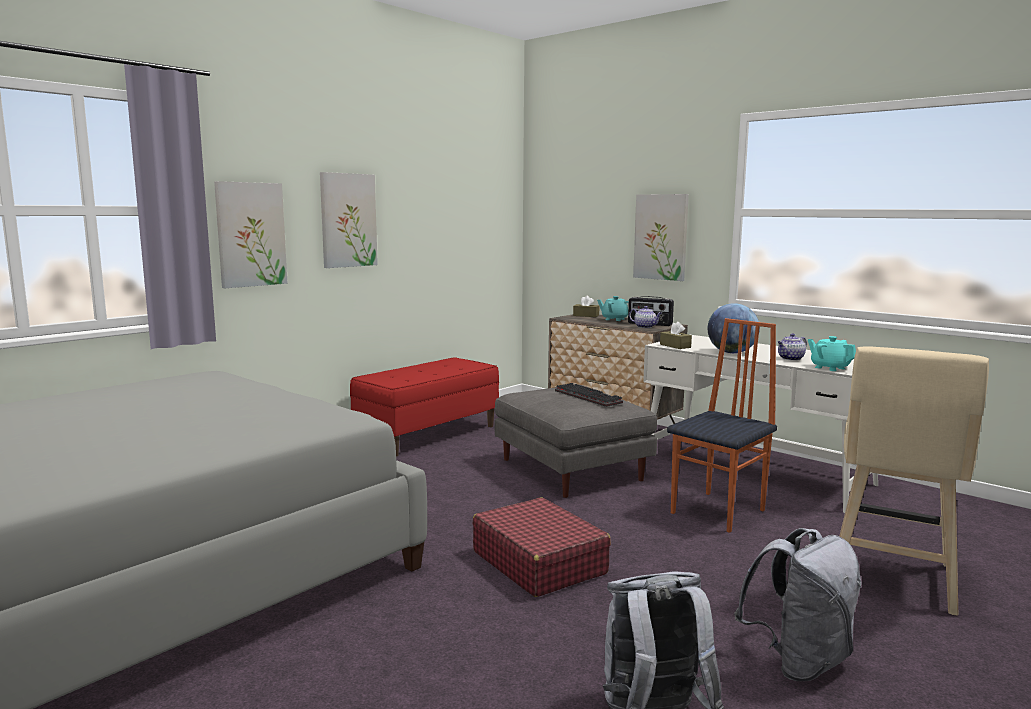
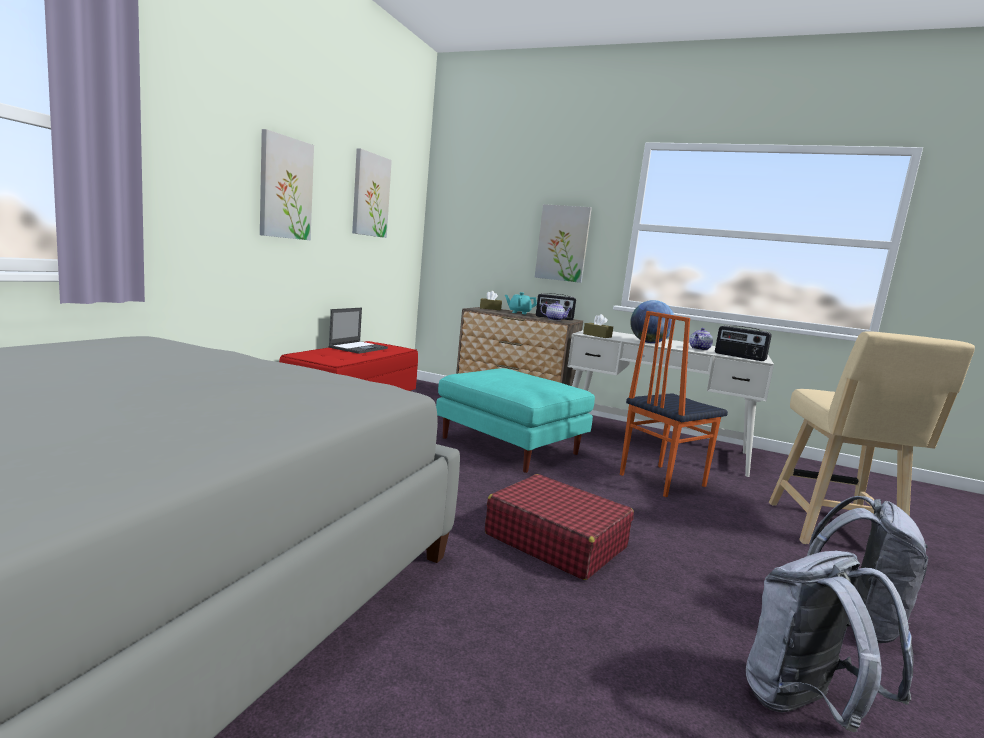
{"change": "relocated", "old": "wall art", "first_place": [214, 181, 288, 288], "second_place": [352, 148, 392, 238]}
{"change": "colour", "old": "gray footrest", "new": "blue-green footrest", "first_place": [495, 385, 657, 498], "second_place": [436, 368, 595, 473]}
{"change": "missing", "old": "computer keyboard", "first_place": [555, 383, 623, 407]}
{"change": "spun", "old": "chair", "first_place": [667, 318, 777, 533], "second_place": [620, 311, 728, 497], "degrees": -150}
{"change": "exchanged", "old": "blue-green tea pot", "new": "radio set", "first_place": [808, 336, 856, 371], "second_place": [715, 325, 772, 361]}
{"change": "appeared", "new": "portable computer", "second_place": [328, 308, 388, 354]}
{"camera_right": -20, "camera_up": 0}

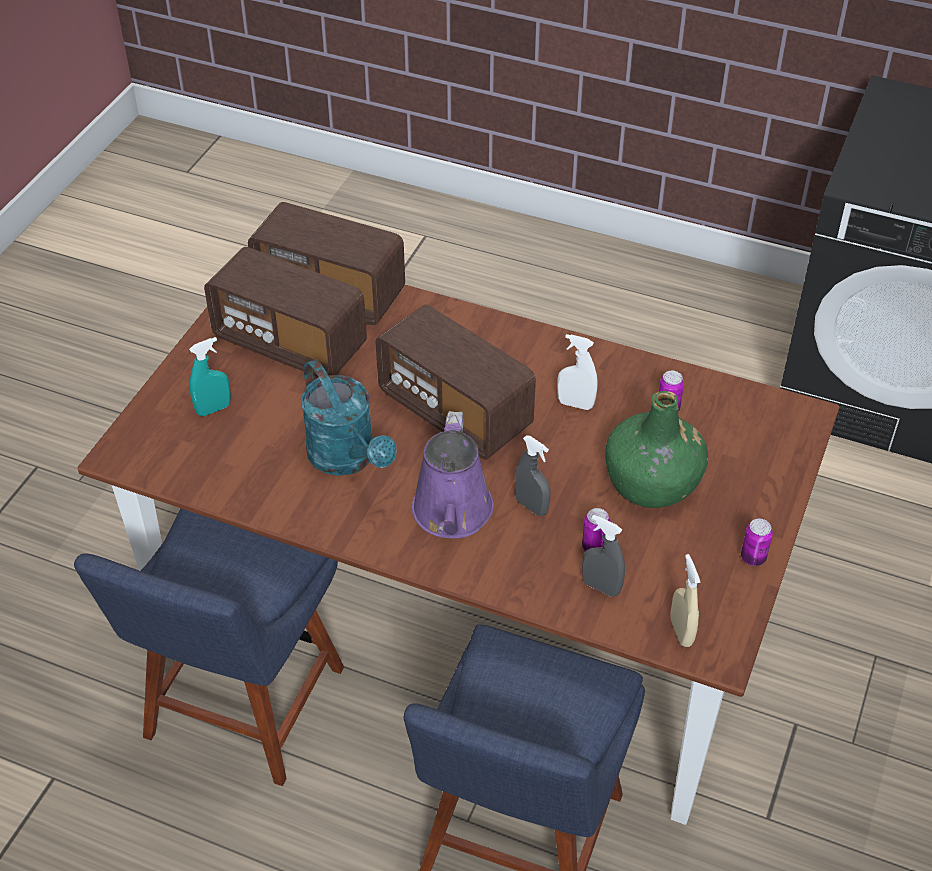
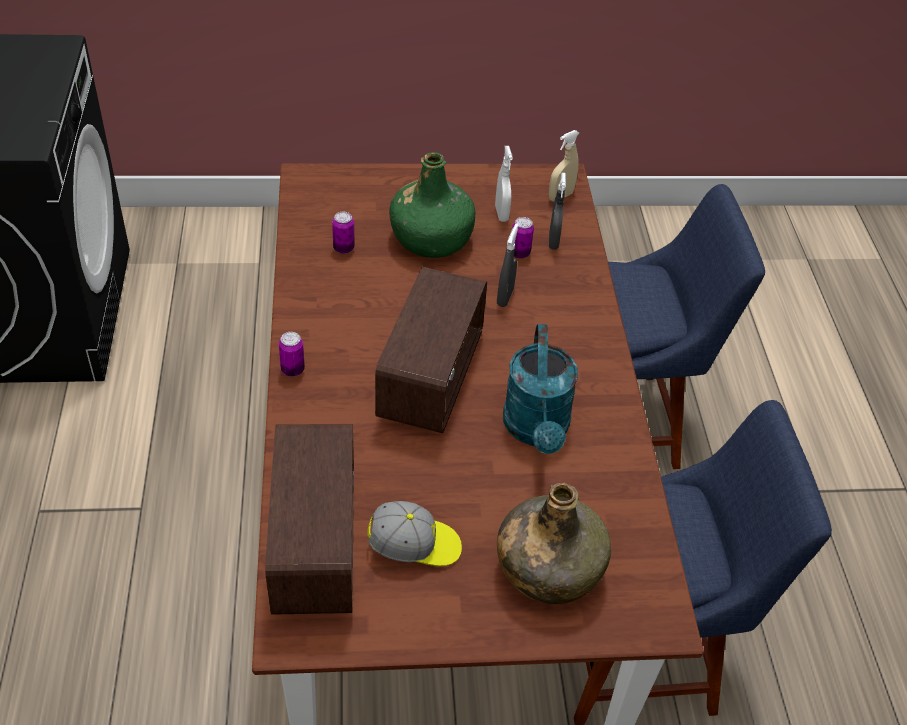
{"change": "exchanged", "old": "blue-green hand sprayer", "new": "green bottle", "first_place": [189, 337, 231, 416], "second_place": [497, 483, 611, 604]}
{"change": "exchanged", "old": "radio set", "new": "peaked cap", "first_place": [204, 247, 367, 378], "second_place": [367, 501, 462, 566]}
{"change": "spun", "old": "blue-green sprinkling can", "first_place": [301, 359, 397, 476], "second_place": [503, 324, 578, 454], "degrees": 150}
{"change": "missing", "old": "purplish sprinkling can", "first_place": [412, 411, 494, 539]}
{"change": "relocated", "old": "whitish hand sprayer", "first_place": [557, 334, 598, 410], "second_place": [495, 146, 513, 222]}
{"change": "relocated", "old": "can", "first_place": [741, 519, 773, 566], "second_place": [279, 332, 305, 377]}
{"camera_right": -120, "camera_up": 0}

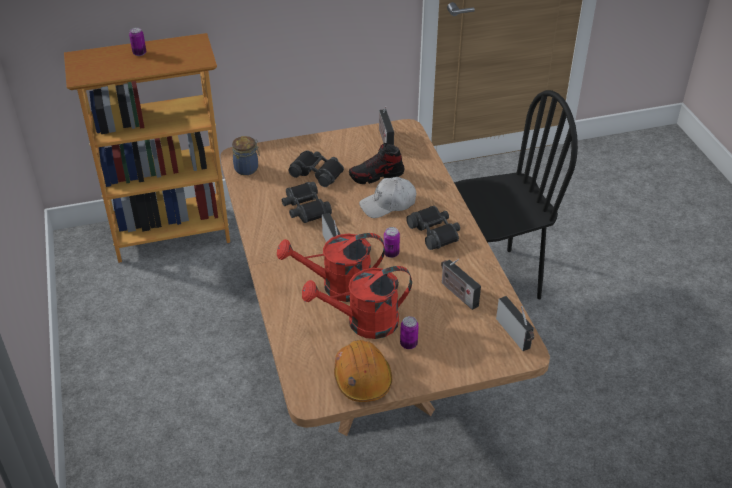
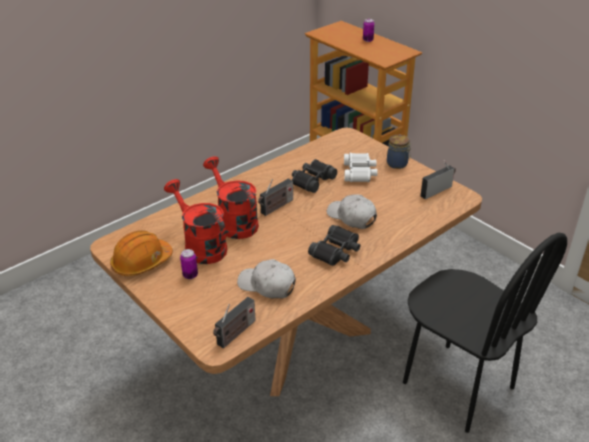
{"change": "relocated", "old": "preserve jar", "first_place": [232, 136, 260, 175], "second_place": [387, 135, 411, 169]}
{"change": "colour", "old": "black-coloured field glasses", "new": "whitish field glasses", "first_place": [289, 150, 344, 187], "second_place": [344, 153, 377, 182]}
{"change": "missing", "old": "shoe", "first_place": [349, 143, 404, 184]}
{"change": "missing", "old": "can", "first_place": [384, 227, 400, 258]}
{"change": "exchanged", "old": "radio set", "new": "whitish peaked cap", "first_place": [441, 259, 481, 310], "second_place": [237, 259, 296, 298]}
{"camera_right": 65, "camera_up": -5}

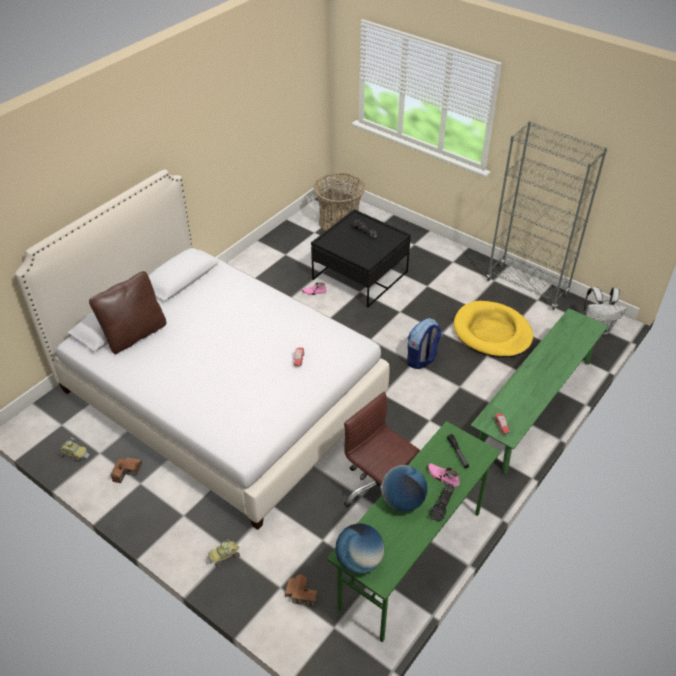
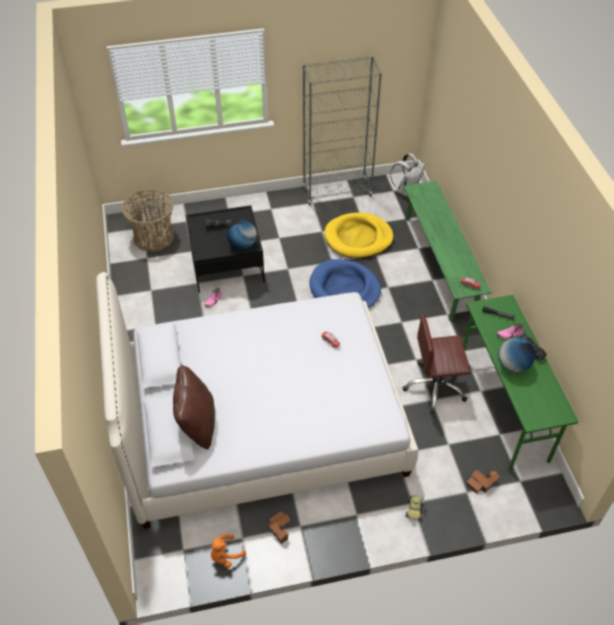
{"change": "exchanged", "old": "toy car", "new": "orange-coloured soft toy", "first_place": [59, 437, 89, 462], "second_place": [209, 534, 246, 568]}
{"change": "relocated", "old": "world globe", "first_place": [335, 523, 384, 574], "second_place": [227, 220, 257, 250]}
{"change": "exchanged", "old": "backpack", "new": "blue-coloured dog bed", "first_place": [407, 318, 442, 369], "second_place": [309, 259, 381, 308]}
{"camera_right": -50, "camera_up": 5}

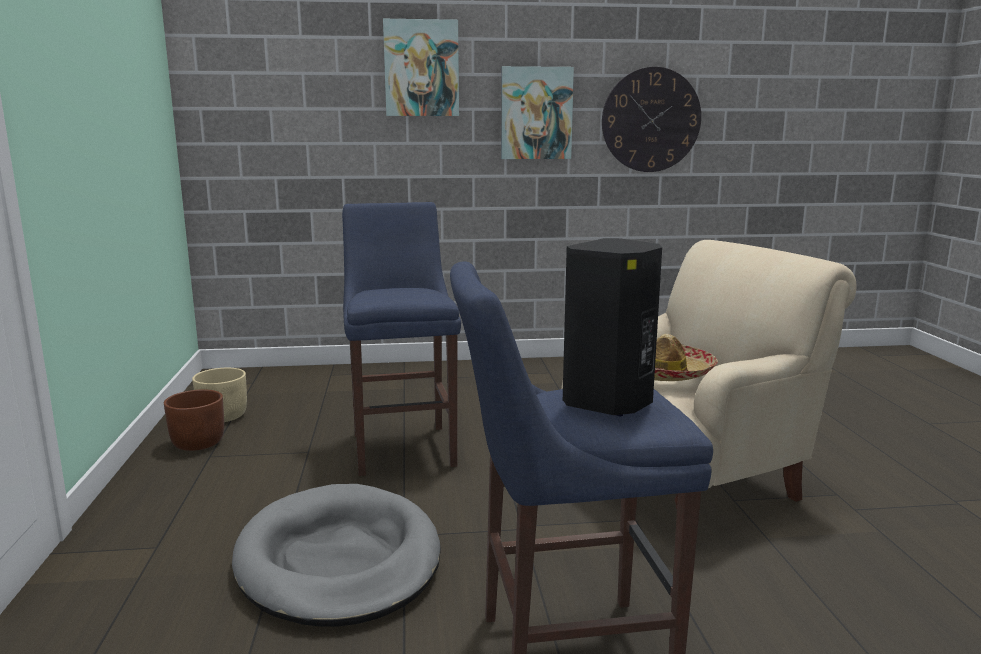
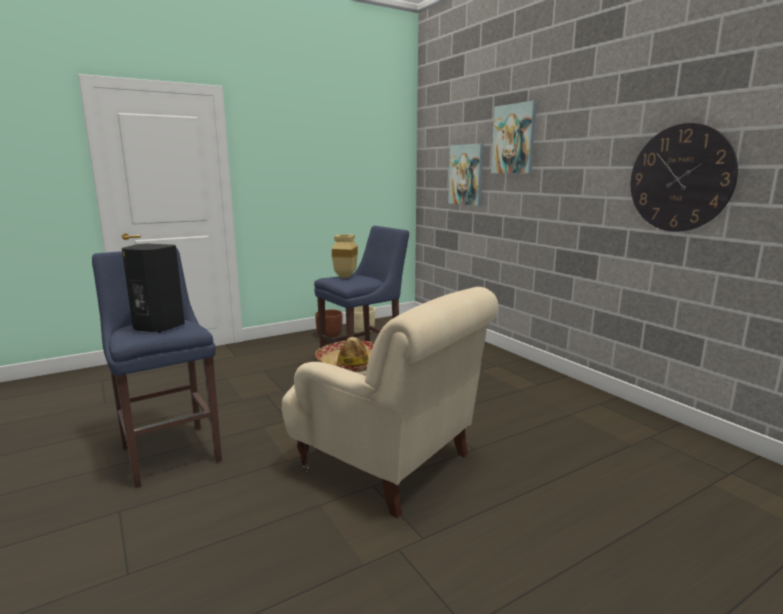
{"change": "missing", "old": "gray dog bed", "first_place": [232, 484, 441, 626]}
{"change": "relocated", "old": "wall art", "first_place": [501, 66, 574, 159], "second_place": [448, 144, 484, 206]}
{"change": "appeared", "new": "beige-coloured flower vase", "second_place": [332, 234, 358, 278]}
{"camera_right": 65, "camera_up": 0}

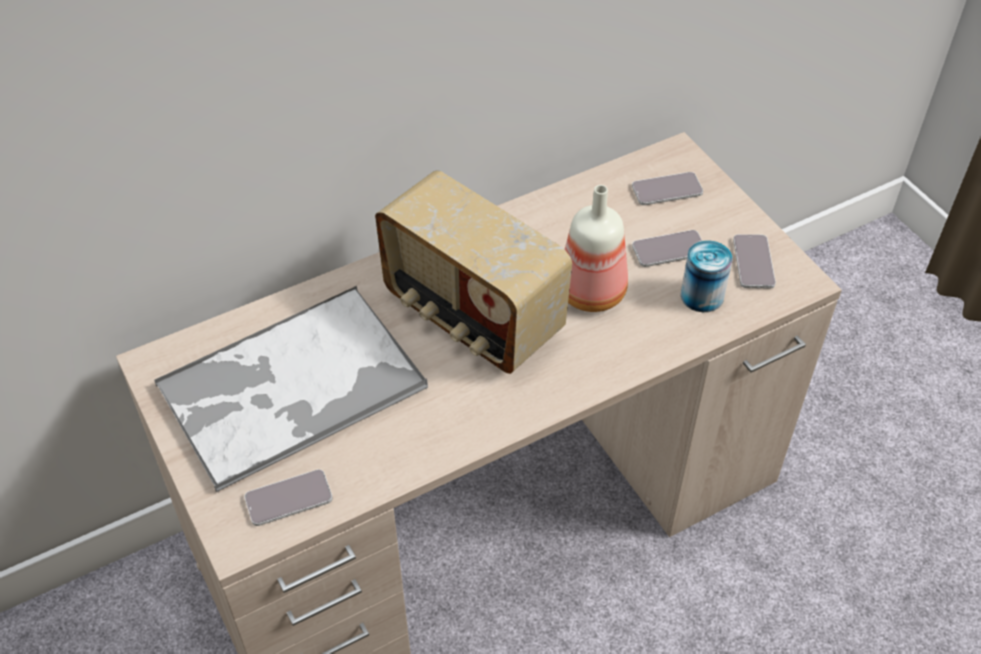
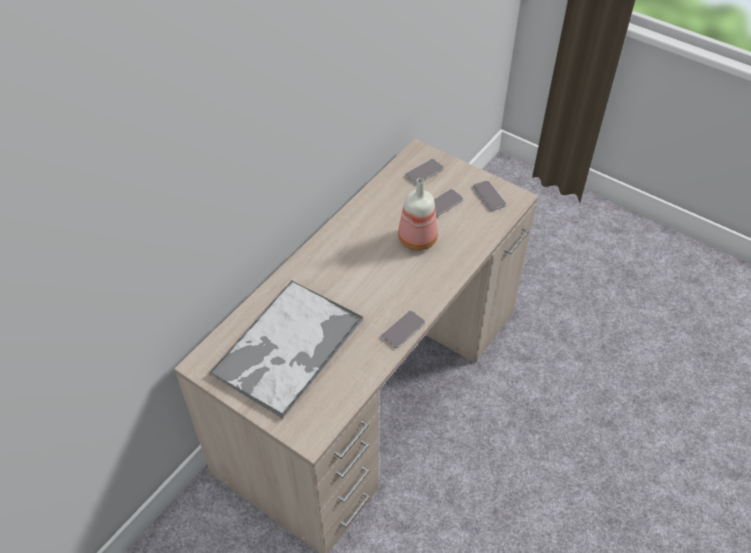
{"change": "relocated", "old": "telephone", "first_place": [244, 469, 332, 526], "second_place": [381, 311, 425, 348]}
{"change": "missing", "old": "radio set", "first_place": [375, 171, 572, 374]}
{"change": "missing", "old": "can", "first_place": [680, 240, 733, 312]}
{"camera_right": -25, "camera_up": 0}

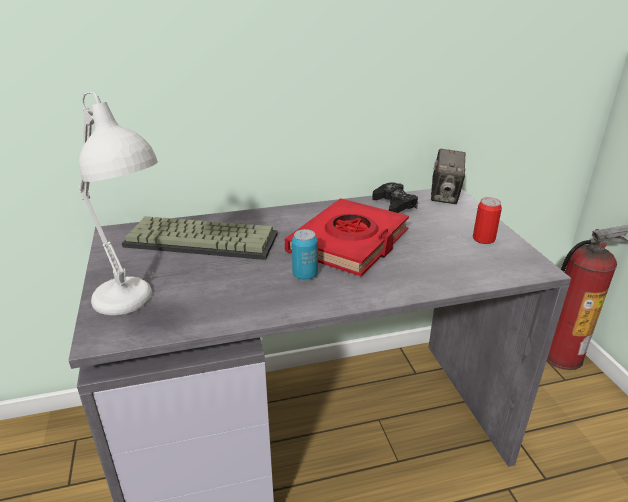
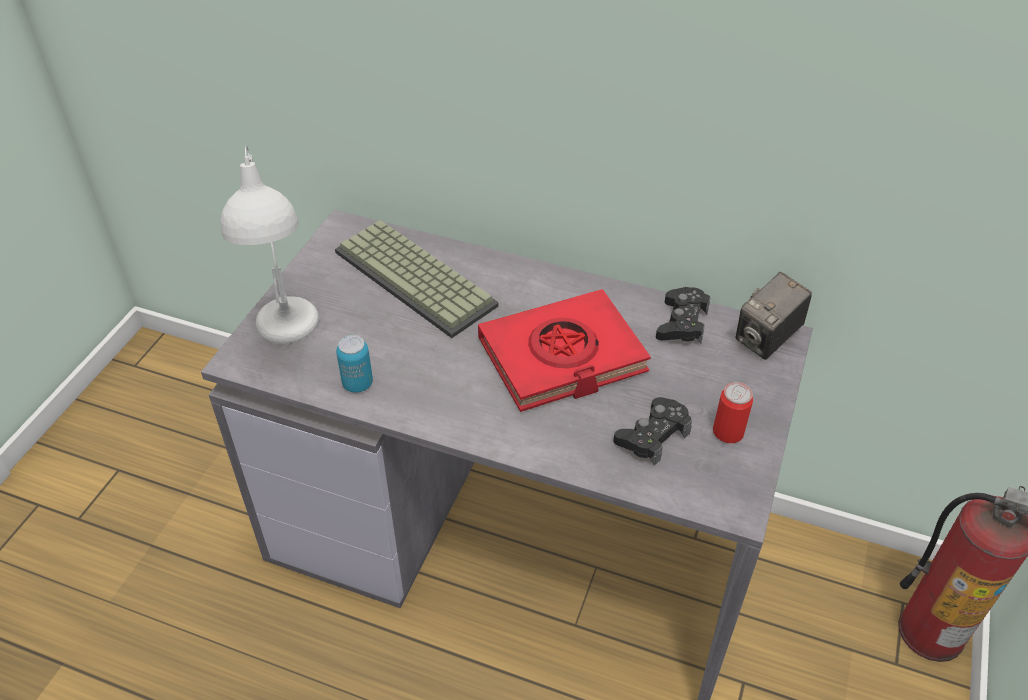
{"change": "relocated", "old": "can", "first_place": [292, 229, 318, 280], "second_place": [336, 335, 373, 393]}
{"change": "appeared", "new": "black-coloured joypad", "second_place": [613, 397, 692, 466]}
{"camera_right": 35, "camera_up": 15}

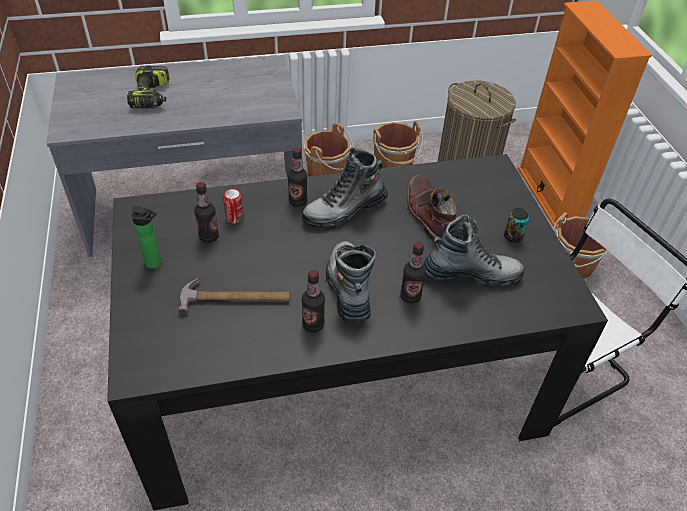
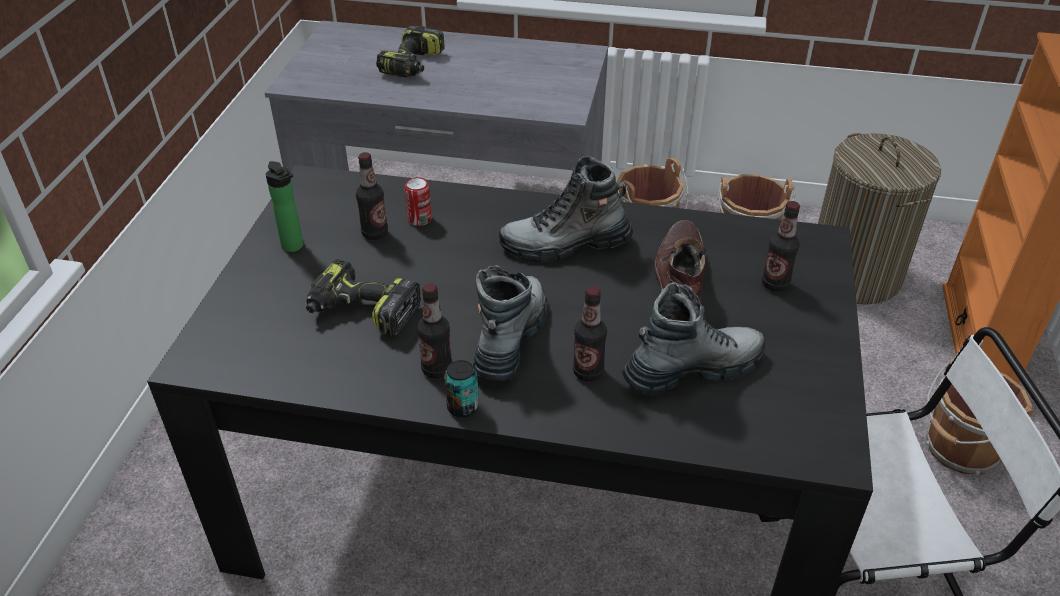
{"change": "exchanged", "old": "tool hammer", "new": "drill", "first_place": [178, 278, 291, 315], "second_place": [306, 259, 421, 336]}
{"change": "relocated", "old": "bottle", "first_place": [288, 147, 307, 207], "second_place": [762, 201, 800, 292]}
{"change": "spun", "old": "tall boot", "first_place": [423, 215, 525, 289], "second_place": [621, 282, 765, 395], "degrees": -45}
{"change": "relocated", "old": "can", "first_place": [504, 208, 529, 243], "second_place": [444, 360, 479, 417]}
{"camera_right": 25, "camera_up": -5}

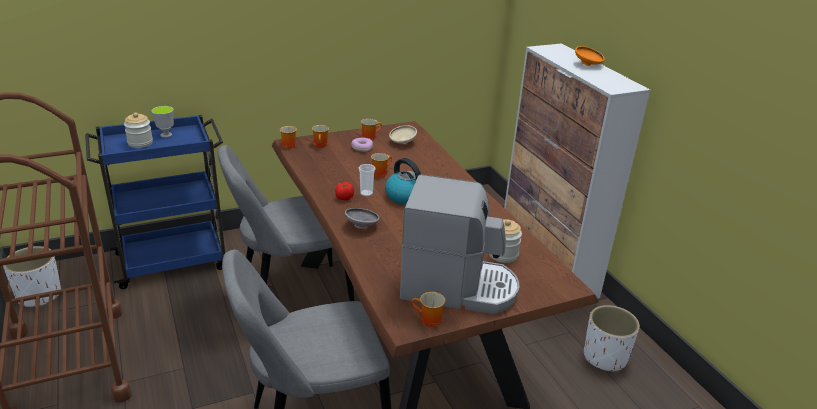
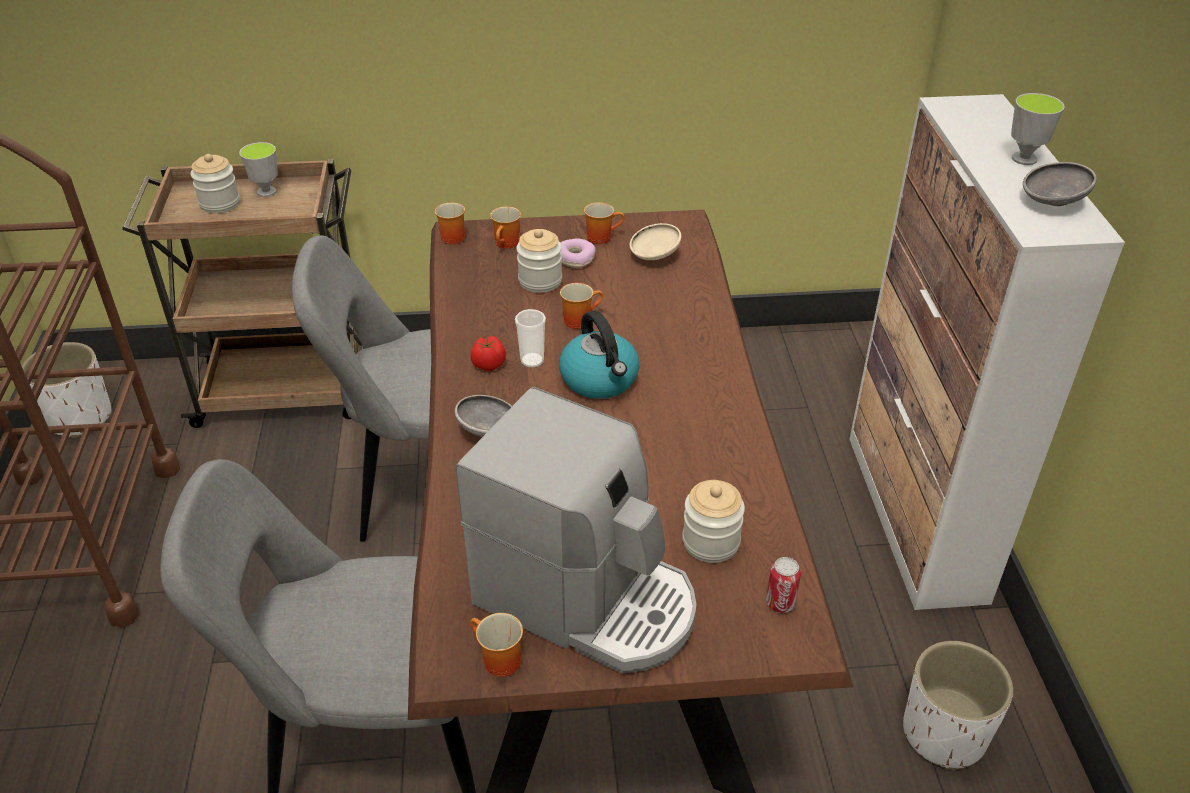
{"change": "colour", "old": "blue-coloured wheeled cart", "new": "brownish wheeled cart", "first_place": [85, 115, 225, 289], "second_place": [122, 159, 364, 428]}
{"change": "exchanged", "old": "orange-coloured serving bowl", "new": "drinking cup", "first_place": [575, 46, 605, 66], "second_place": [1011, 93, 1065, 165]}
{"change": "appeared", "new": "preserve jar", "second_place": [516, 229, 562, 293]}
{"change": "appeared", "new": "can", "second_place": [766, 557, 801, 613]}
{"change": "appeared", "new": "gray serving bowl", "second_place": [1023, 162, 1097, 206]}
{"camera_right": 20, "camera_up": 10}

